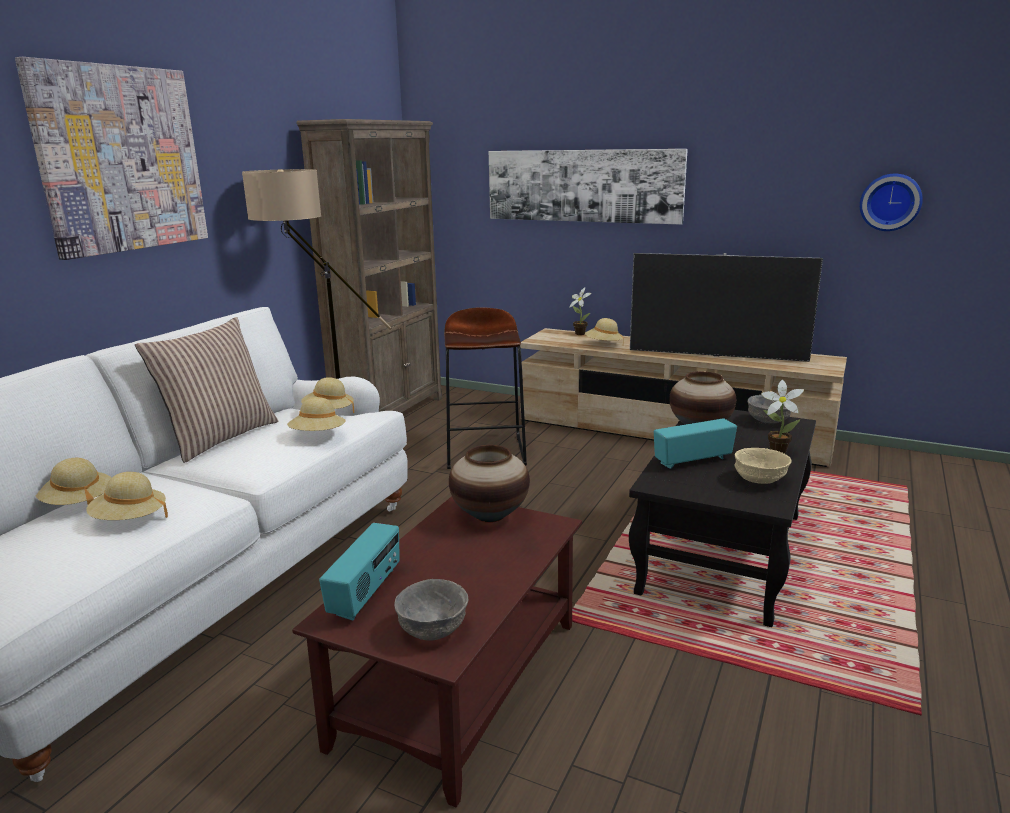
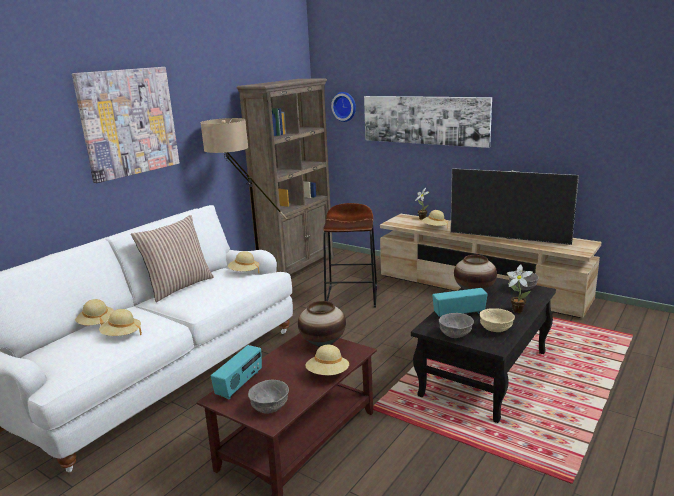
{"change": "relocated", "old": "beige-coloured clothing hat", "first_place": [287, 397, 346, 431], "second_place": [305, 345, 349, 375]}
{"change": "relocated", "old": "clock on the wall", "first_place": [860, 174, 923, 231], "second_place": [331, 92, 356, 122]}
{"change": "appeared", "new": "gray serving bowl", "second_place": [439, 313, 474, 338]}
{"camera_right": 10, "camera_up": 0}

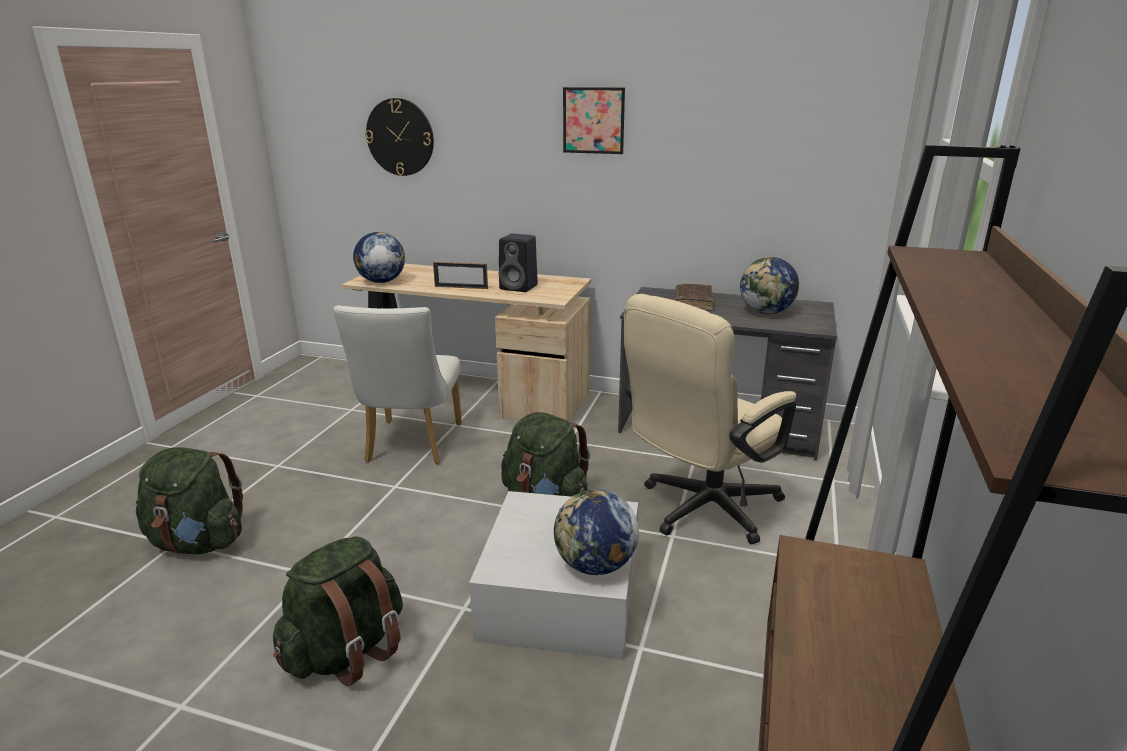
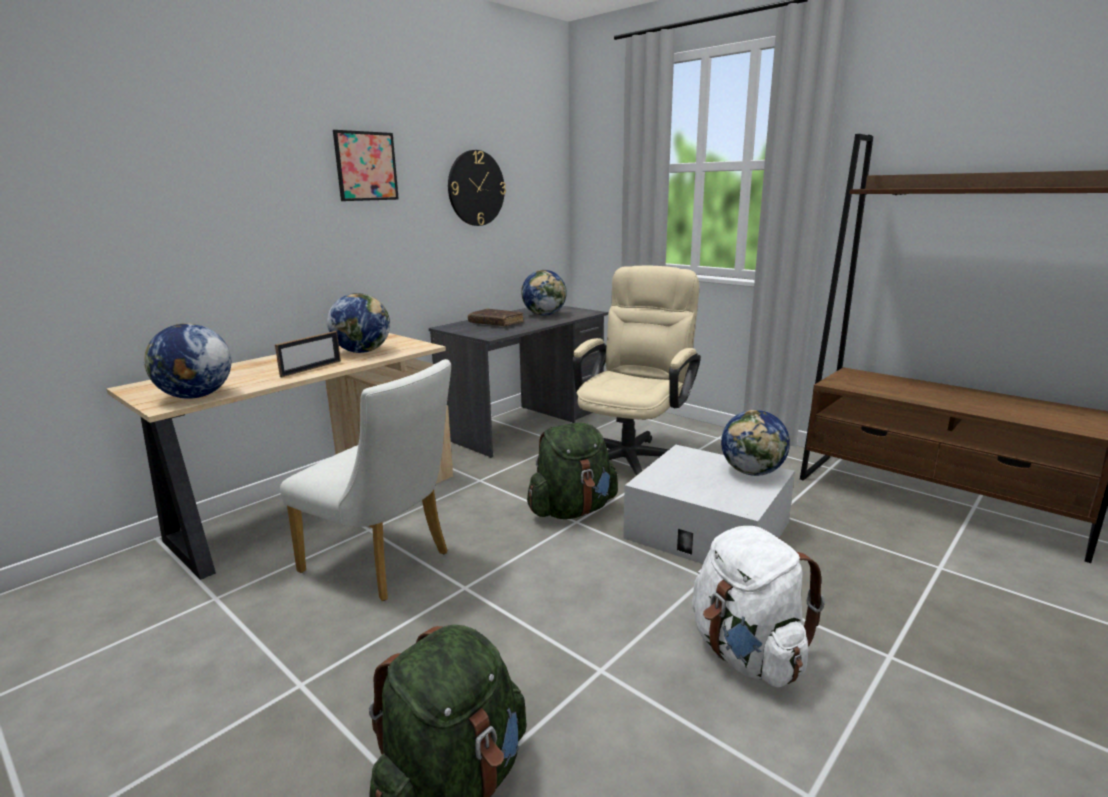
{"change": "colour", "old": "green backpack", "new": "whitish backpack", "first_place": [273, 536, 403, 686], "second_place": [692, 526, 825, 687]}
{"change": "relocated", "old": "clock on the wall", "first_place": [365, 98, 434, 176], "second_place": [448, 150, 506, 226]}
{"change": "exchanged", "old": "black-coloured speaker", "new": "world globe", "first_place": [499, 233, 538, 292], "second_place": [327, 293, 390, 353]}
{"change": "spun", "old": "beige-coloured desk chair", "first_place": [624, 294, 796, 544], "second_place": [573, 266, 701, 476], "degrees": -135}
{"camera_right": -65, "camera_up": -5}

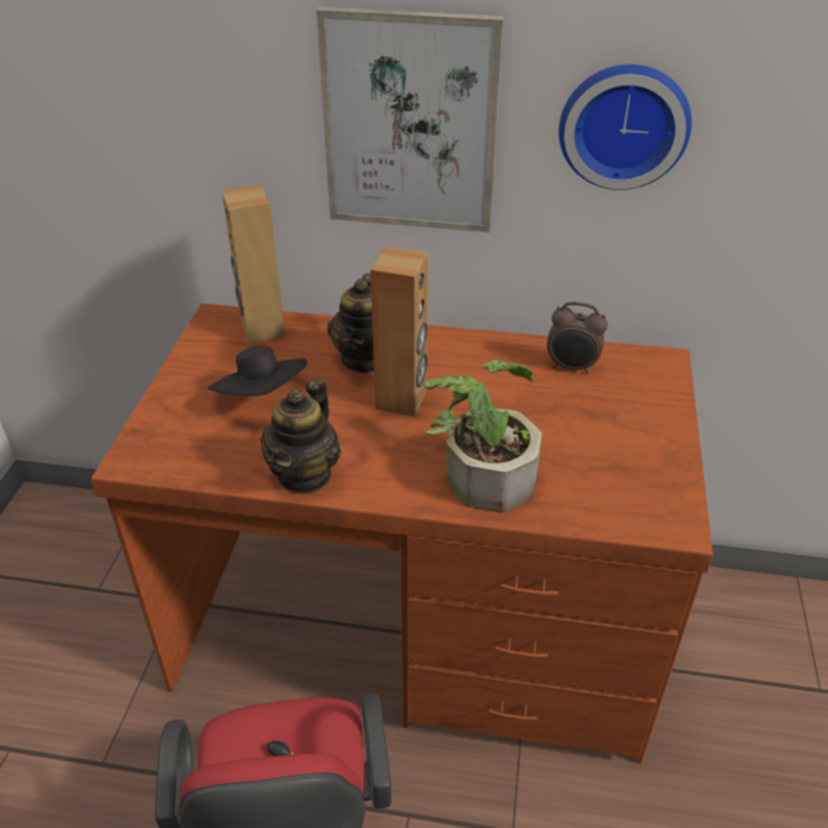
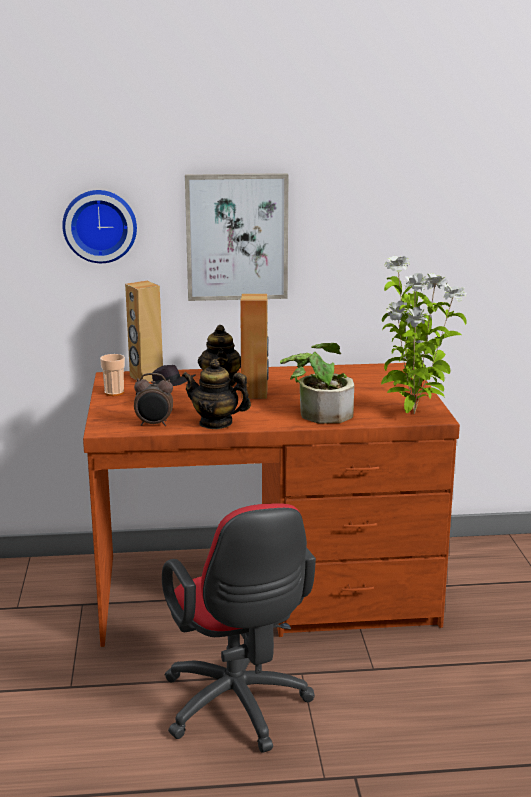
{"change": "spun", "old": "tea pot", "first_place": [261, 378, 341, 494], "second_place": [182, 359, 251, 429], "degrees": 105}
{"change": "relocated", "old": "table clock", "first_place": [547, 302, 608, 374], "second_place": [134, 373, 173, 426]}
{"change": "relocated", "old": "clock on the wall", "first_place": [559, 64, 692, 190], "second_place": [62, 190, 137, 263]}
{"change": "appeared", "new": "drinking cup", "second_place": [100, 354, 125, 396]}
{"change": "appeared", "new": "houseplant", "second_place": [381, 256, 467, 414]}
{"camera_right": -15, "camera_up": -20}

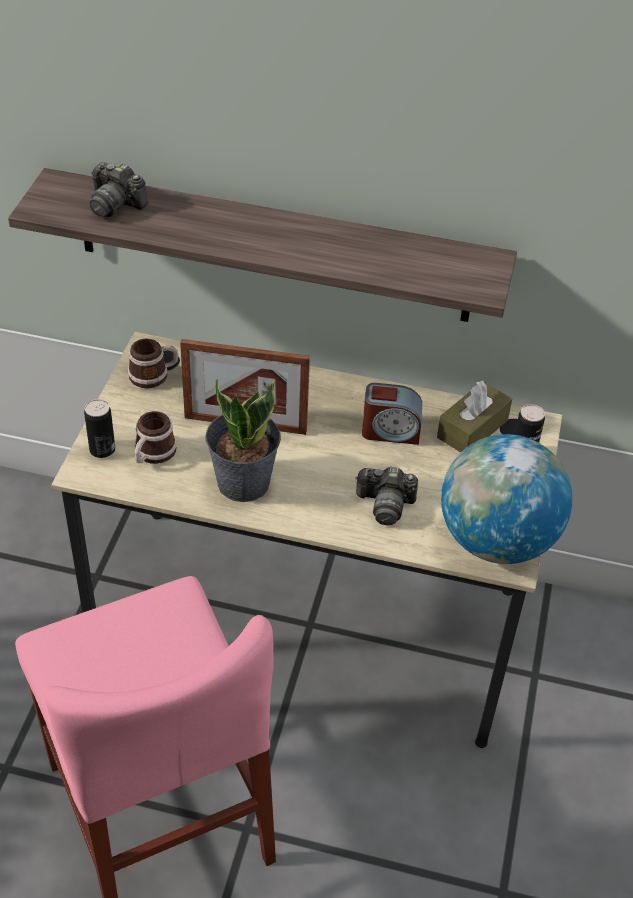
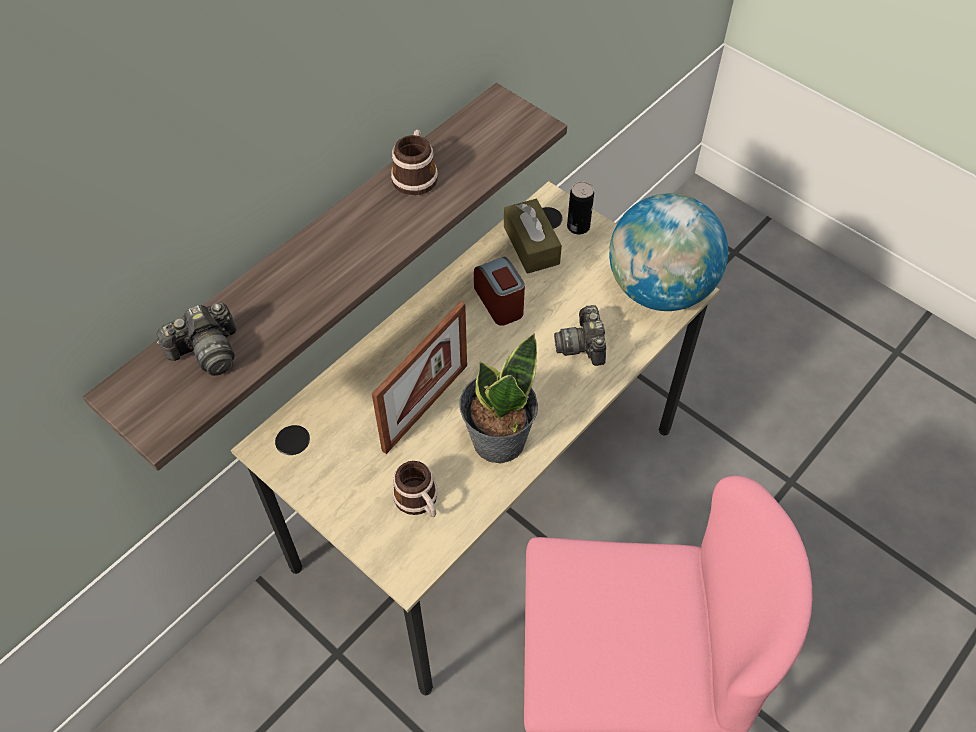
{"change": "missing", "old": "can", "first_place": [84, 399, 115, 458]}
{"change": "relocated", "old": "mug", "first_place": [128, 339, 178, 388], "second_place": [391, 129, 438, 196]}
{"change": "spun", "old": "photo camera", "first_place": [355, 467, 418, 525], "second_place": [554, 305, 606, 366], "degrees": 135}
{"change": "spun", "old": "table clock", "first_place": [362, 383, 422, 445], "second_place": [474, 257, 525, 326], "degrees": -60}
{"camera_right": -60, "camera_up": 10}

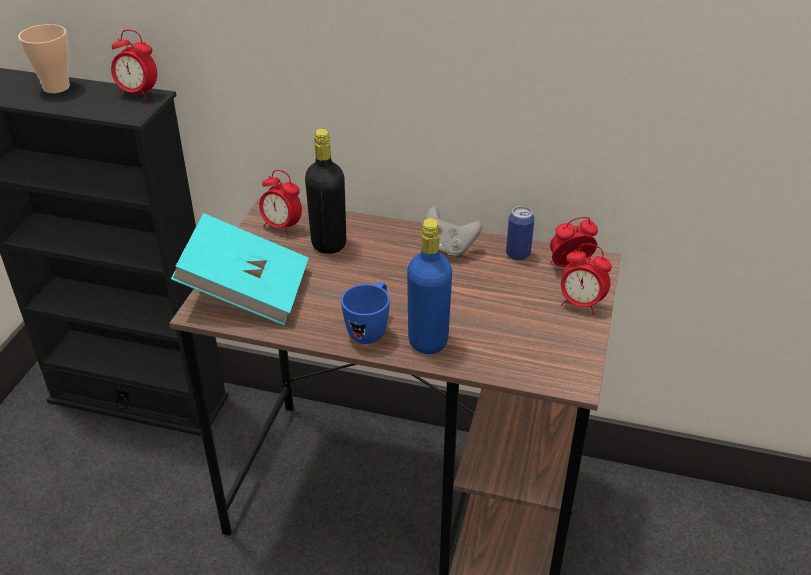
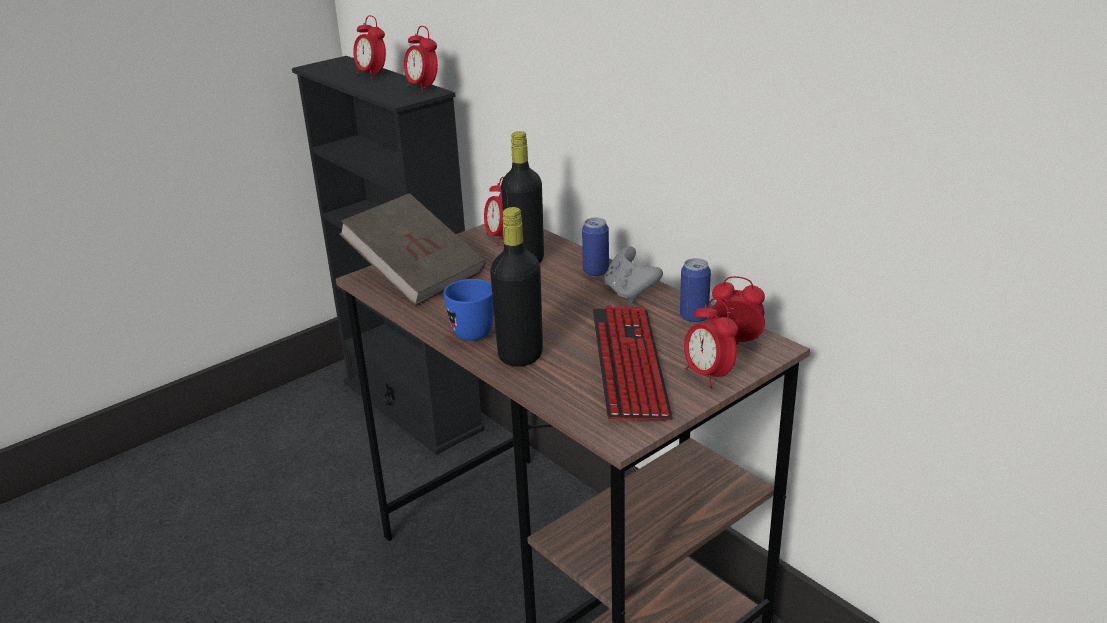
{"change": "exchanged", "old": "drinking cup", "new": "table clock", "first_place": [18, 24, 70, 93], "second_place": [353, 15, 386, 79]}
{"change": "colour", "old": "blue-green bound book", "new": "brownish bound book", "first_place": [171, 213, 309, 325], "second_place": [339, 193, 485, 306]}
{"change": "colour", "old": "blue-coloured bottle", "new": "black-coloured bottle", "first_place": [407, 218, 452, 354], "second_place": [490, 207, 543, 367]}
{"change": "appeared", "new": "can", "second_place": [582, 218, 609, 277]}
{"change": "appeared", "new": "computer keyboard", "second_place": [593, 305, 673, 420]}
{"camera_right": 35, "camera_up": -10}

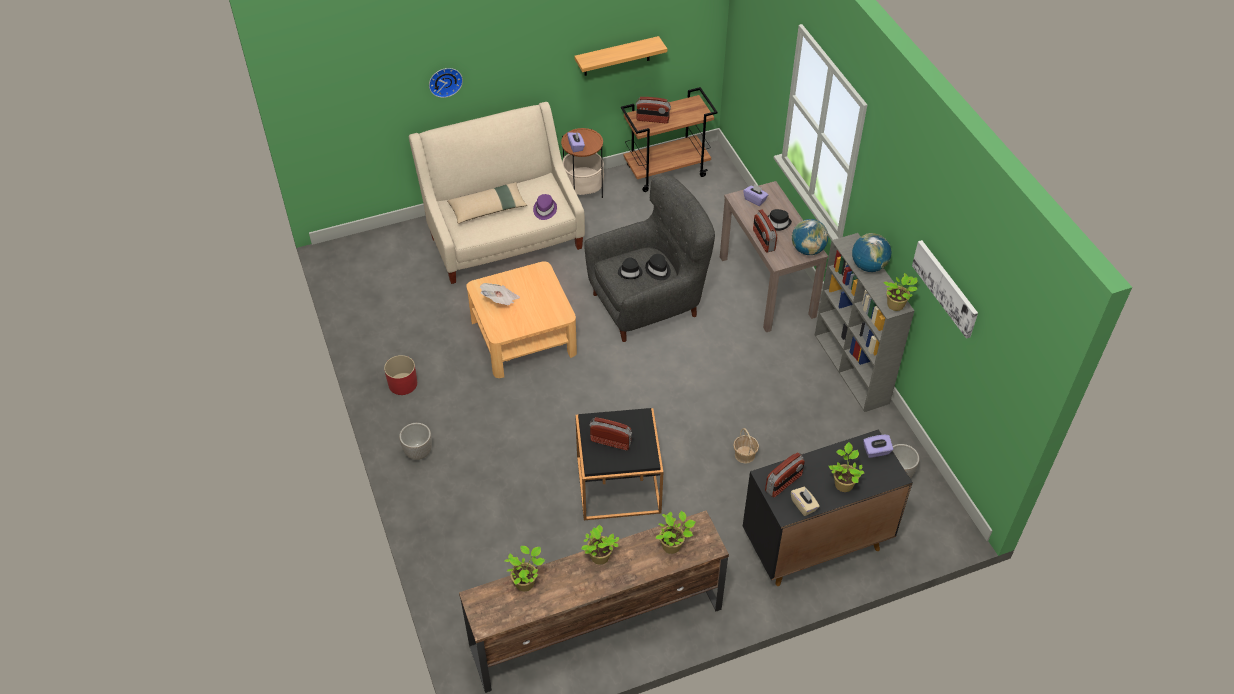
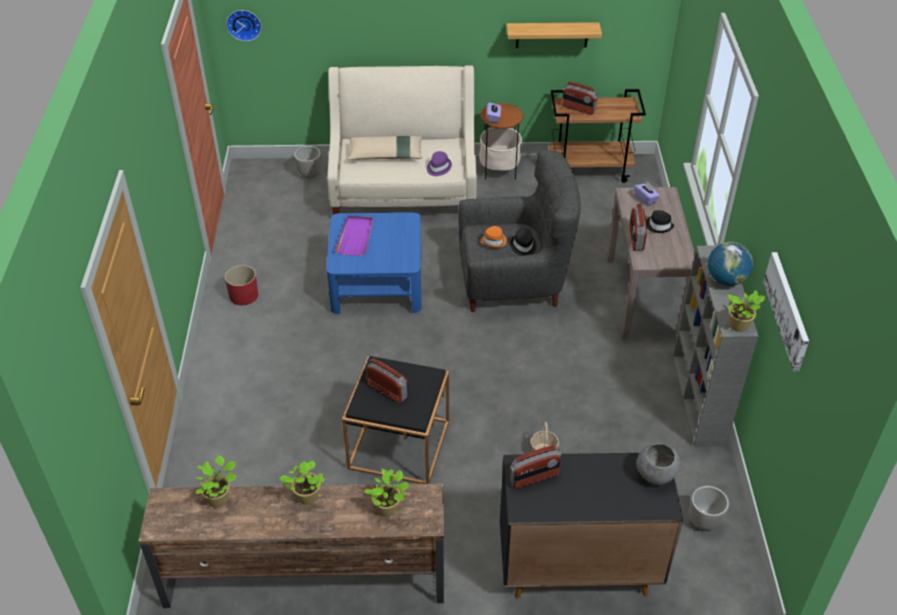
{"change": "relocated", "old": "plant pot", "first_place": [399, 423, 432, 460], "second_place": [294, 146, 321, 179]}
{"change": "relocated", "old": "clock on the wall", "first_place": [429, 68, 463, 98], "second_place": [226, 10, 262, 41]}
{"change": "colour", "old": "beige-coloured coffee table", "new": "blue-coloured coffee table", "first_place": [466, 261, 577, 378], "second_place": [326, 212, 422, 314]}
{"change": "exchanged", "old": "daily paper", "new": "purplish serving tray", "first_place": [480, 283, 520, 305], "second_place": [335, 215, 374, 256]}
{"change": "colour", "old": "black-coloured clothing hat", "new": "orange-coloured clothing hat", "first_place": [618, 258, 643, 279], "second_place": [480, 226, 507, 248]}
{"change": "missing", "old": "beige-coloured box of tissues", "first_place": [791, 487, 820, 516]}
{"change": "missing", "old": "world globe", "first_place": [792, 219, 828, 255]}
{"change": "missing", "old": "houseplant", "first_place": [829, 442, 864, 492]}
{"change": "exchanged", "old": "purplish box of tissues", "new": "gray serving bowl", "first_place": [863, 435, 893, 458], "second_place": [637, 443, 680, 485]}
{"camera_right": 20, "camera_up": -5}

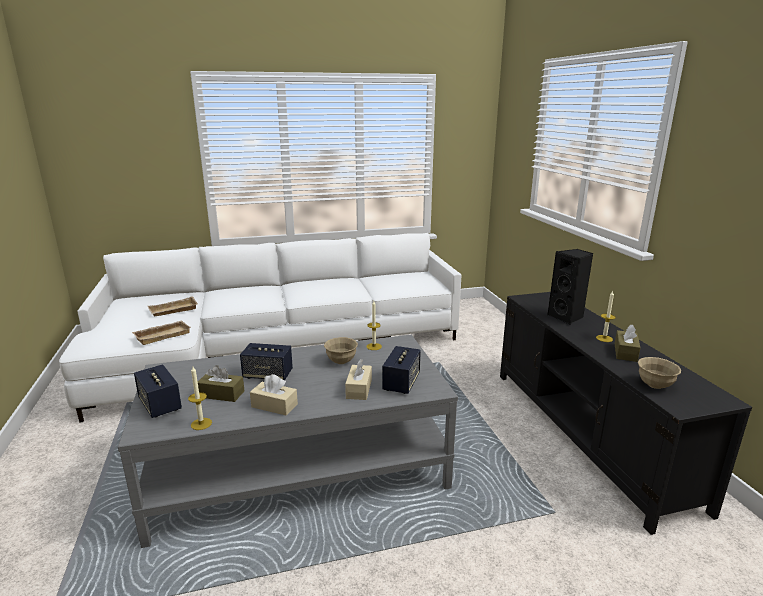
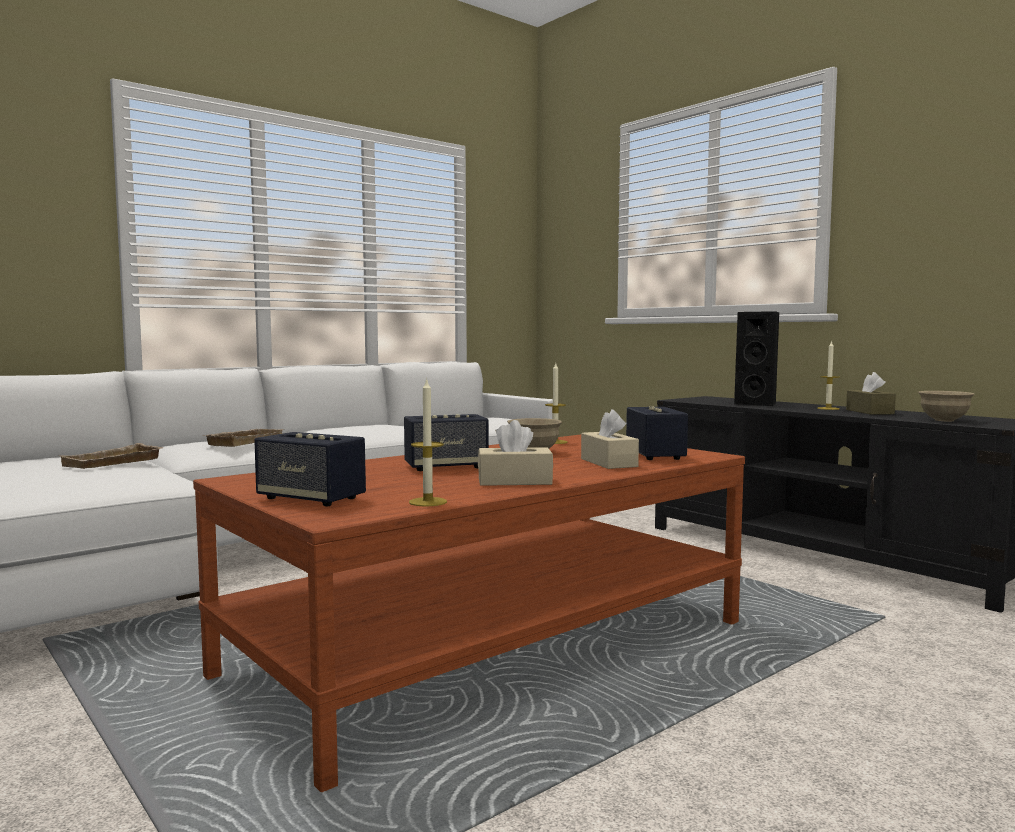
{"change": "colour", "old": "gray coffee table", "new": "brownish coffee table", "first_place": [118, 335, 458, 548], "second_place": [193, 434, 745, 792]}
{"change": "relocated", "old": "beige-coloured serving tray", "first_place": [132, 321, 191, 345], "second_place": [204, 429, 285, 447]}
{"change": "missing", "old": "brownish box of tissues", "first_place": [198, 365, 244, 402]}
{"camera_right": -25, "camera_up": -15}

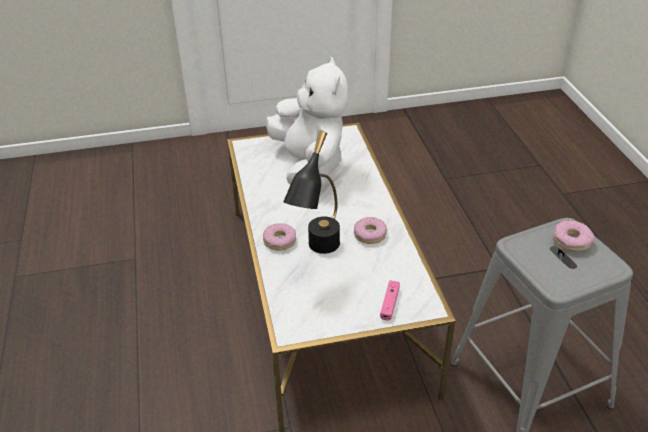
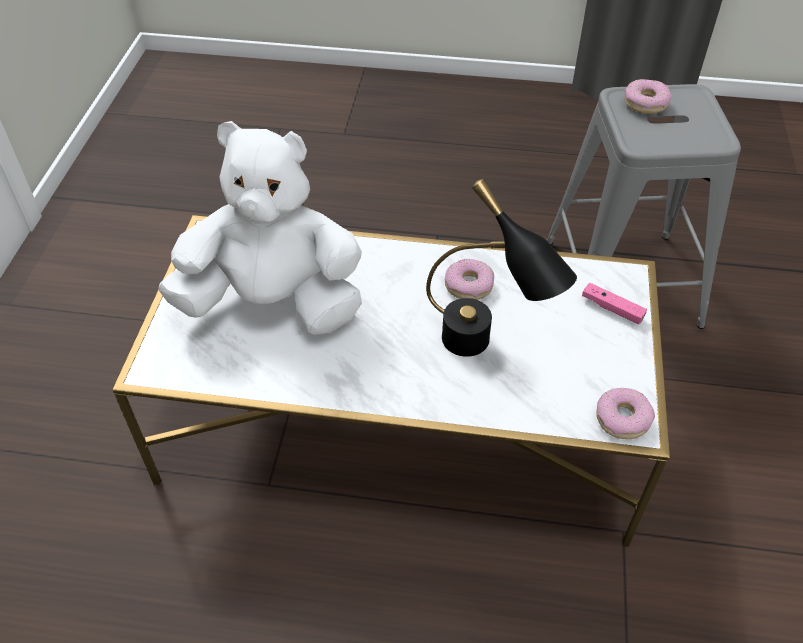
{"change": "relocated", "old": "donut", "first_place": [263, 223, 296, 251], "second_place": [596, 388, 655, 439]}
{"camera_right": -70, "camera_up": 10}

